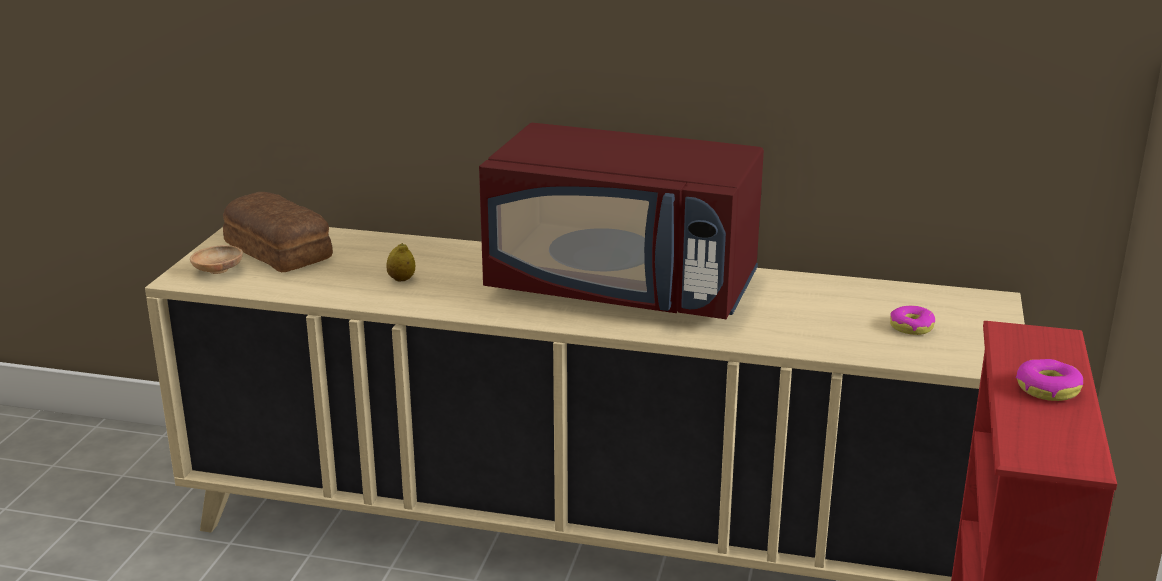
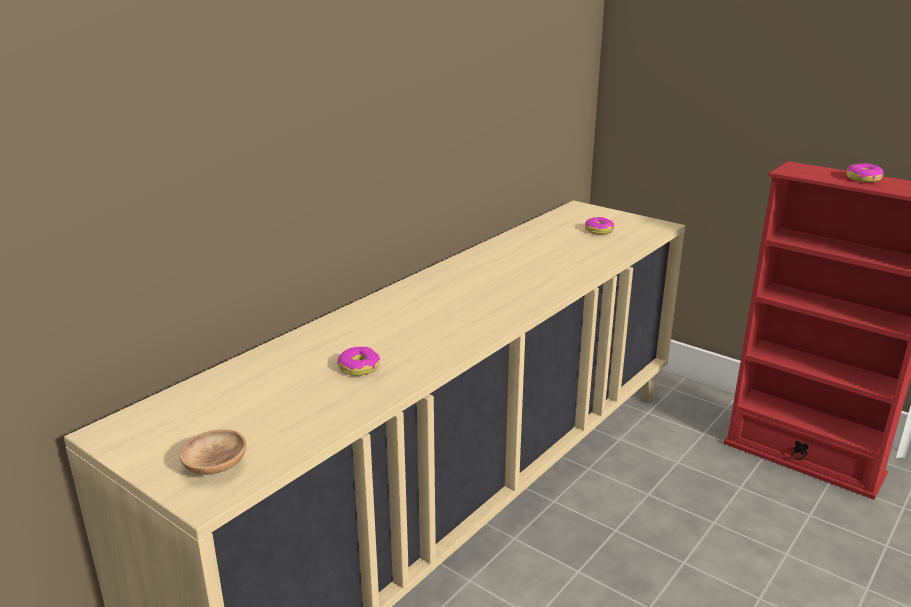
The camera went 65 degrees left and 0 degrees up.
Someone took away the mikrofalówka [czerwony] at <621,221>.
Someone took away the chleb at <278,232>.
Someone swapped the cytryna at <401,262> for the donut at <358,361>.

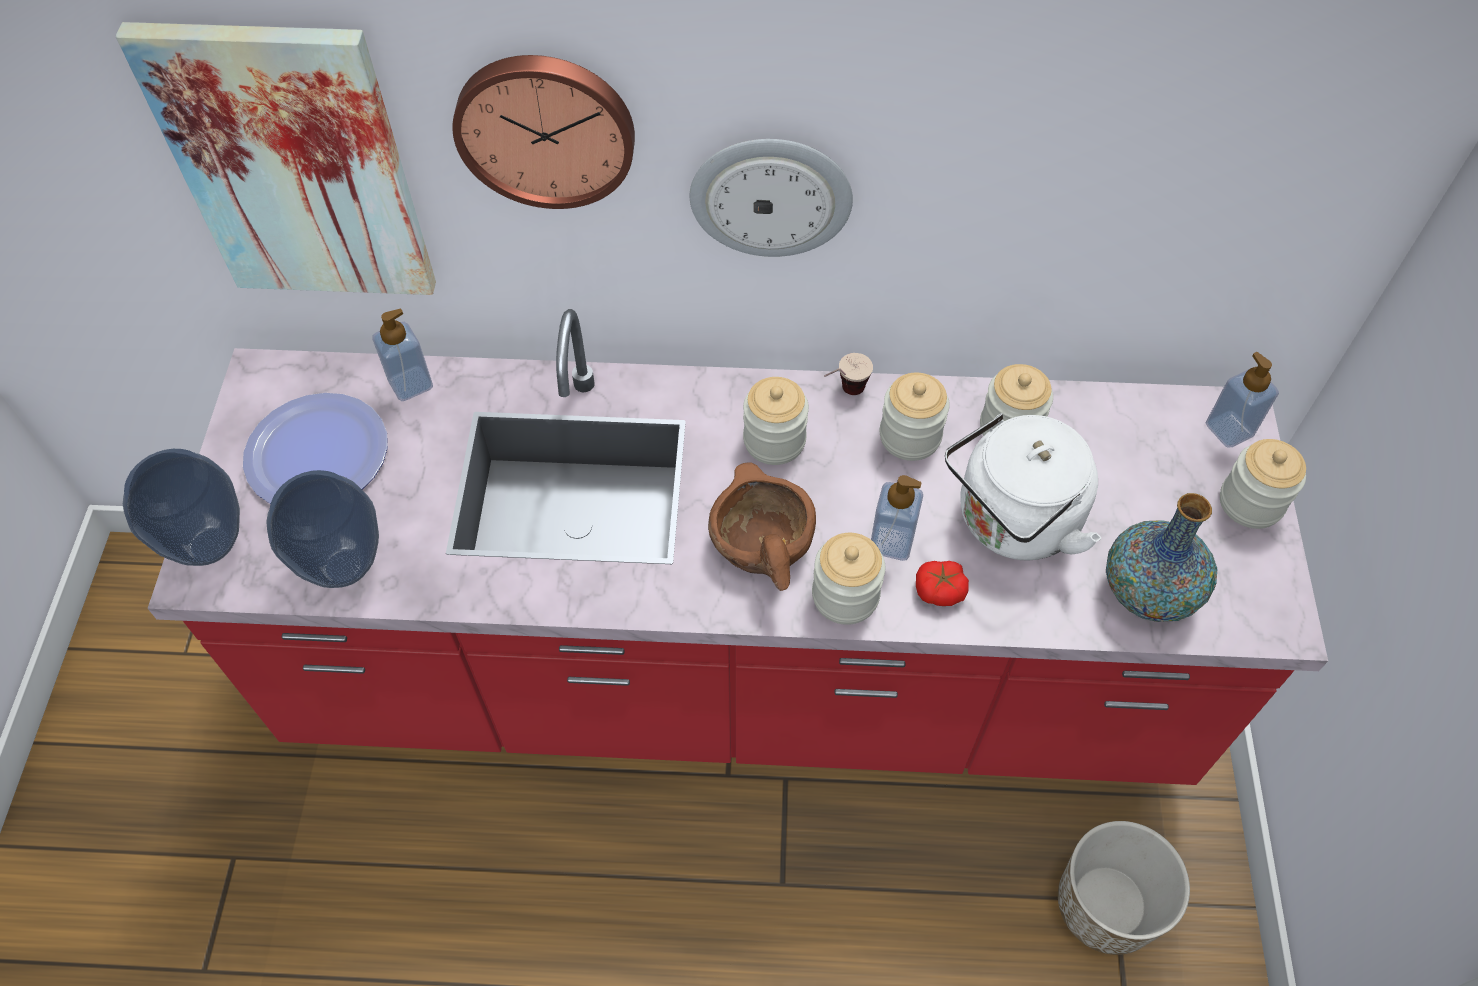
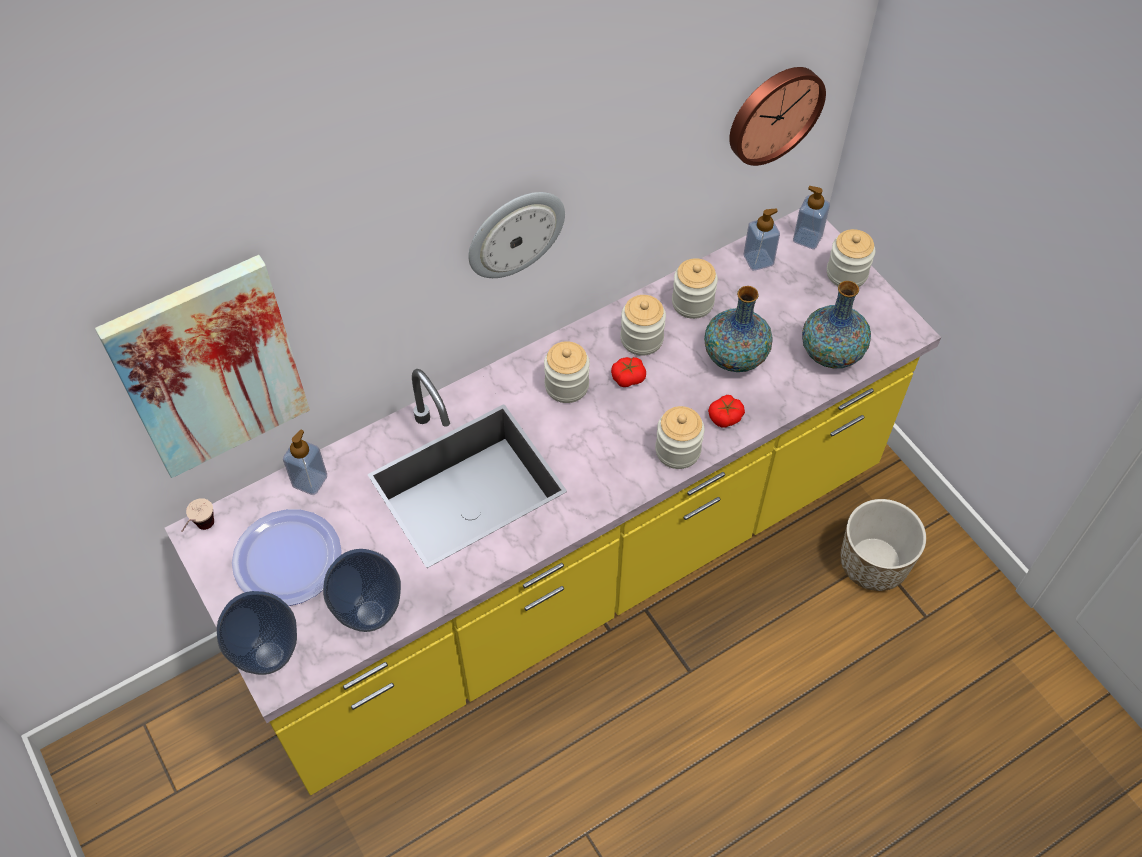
The camera went 35 degrees left and 0 degrees up.
Someone carried the zegar ścienny from <543,132> to <777,116>.
Someone repainted the zabudowa kuchenna [czerwony] at <737,547>, which became the zabudowa kuchenna [żółty] at <553,502>.
Someone carried the filiżanka from <848,374> to <197,515>.
Someone swapped the czajnik [biały] at <1023,487> for the wazon at <738,329>.
Someone took away the miska [brązowy] at <762,526>.
Someone carried the dozownik mydła from <897,518> to <762,240>.
Someone put down the pomidor at <628,372>.

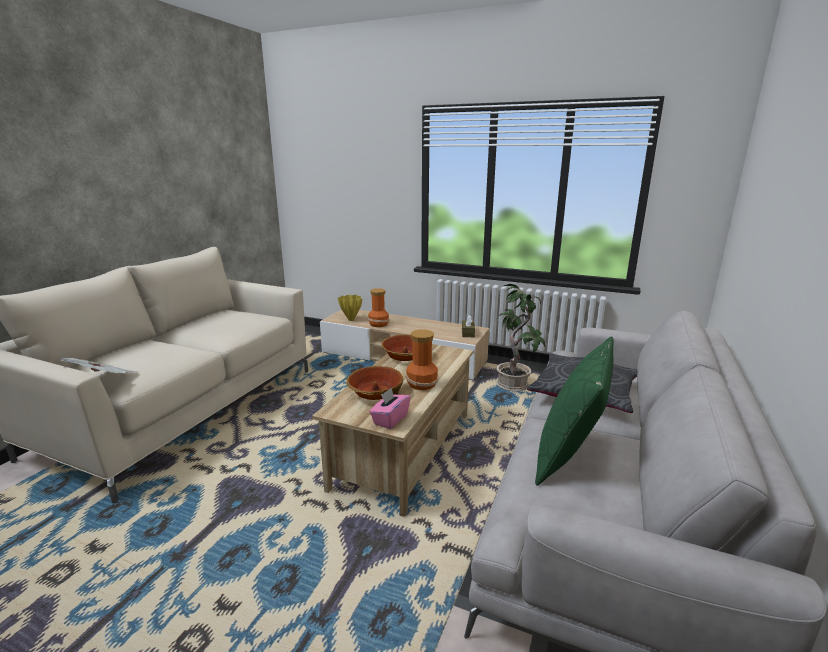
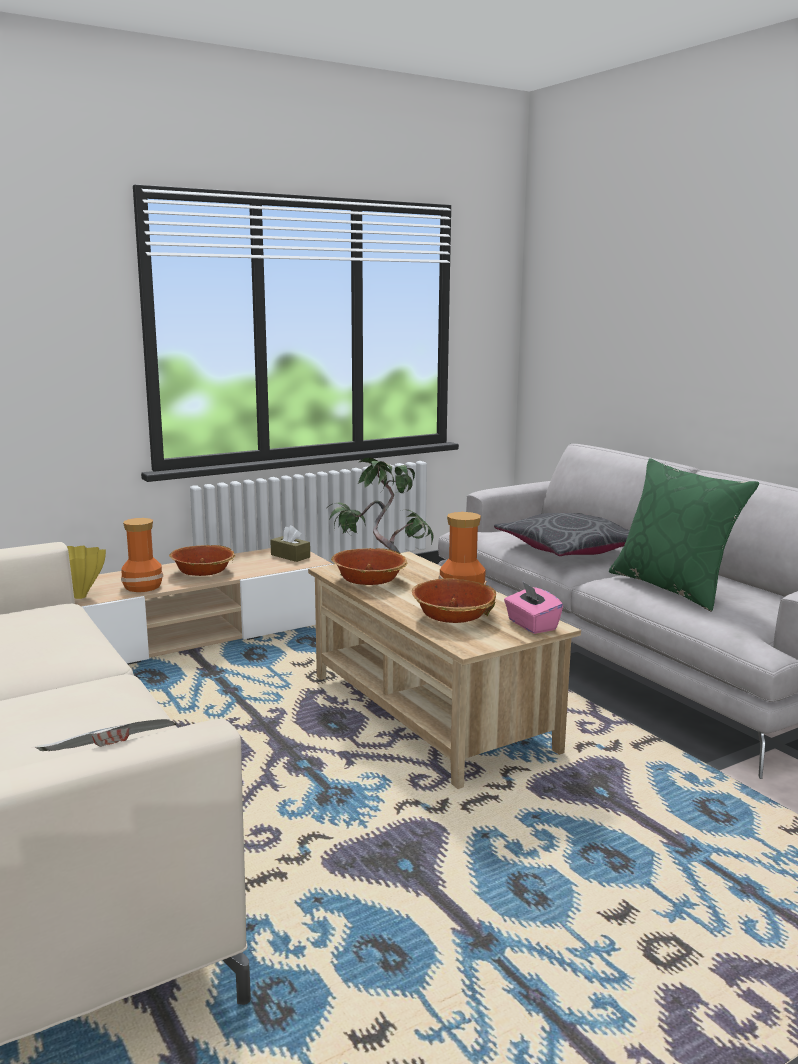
The camera went 55 degrees left and 5 degrees down.
Someone put down the miska at <202,560>.

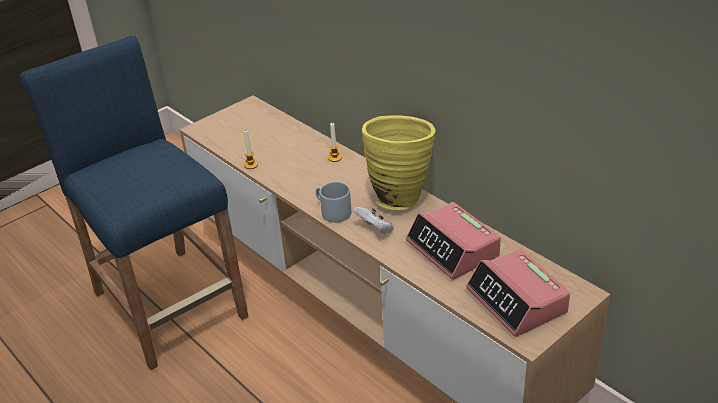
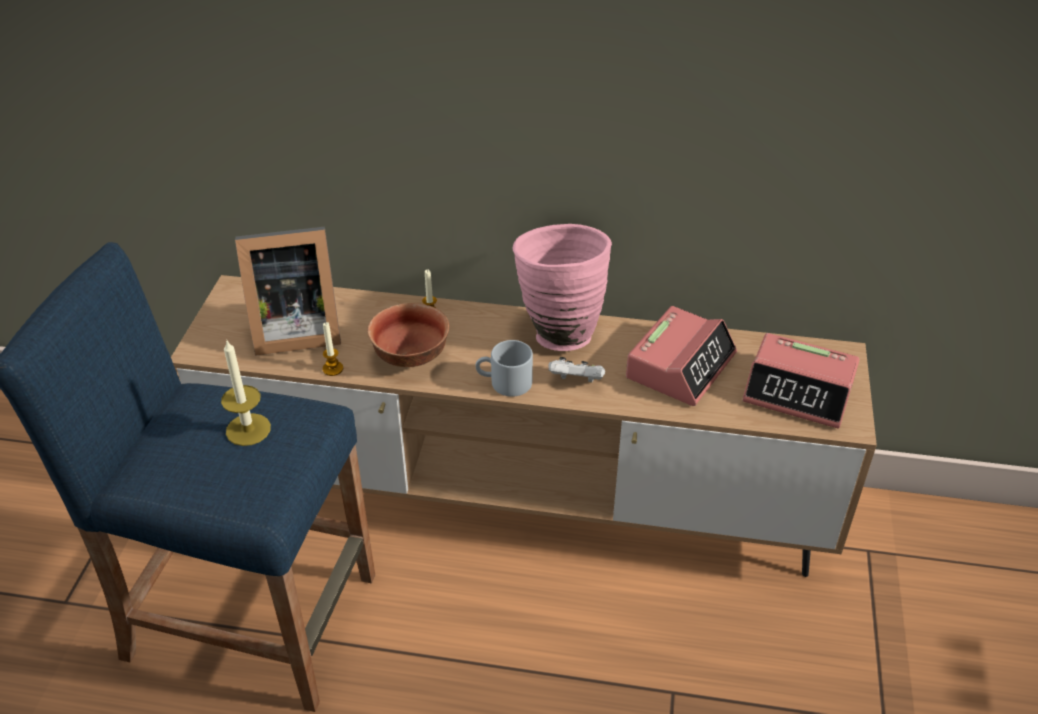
The camera went 40 degrees left and 5 degrees up.
Someone repainted the wazon [żółty] at <398,162>, which became the wazon [różowy] at <562,287>.
Someone rotated the budzik at <453,241> by 75 degrees counterclockwise.
Someone put down the ramka na zdjęcie at <288,291>.
Someone put down the miska at <408,335>.
Someone put down the świeca at <246,392>.

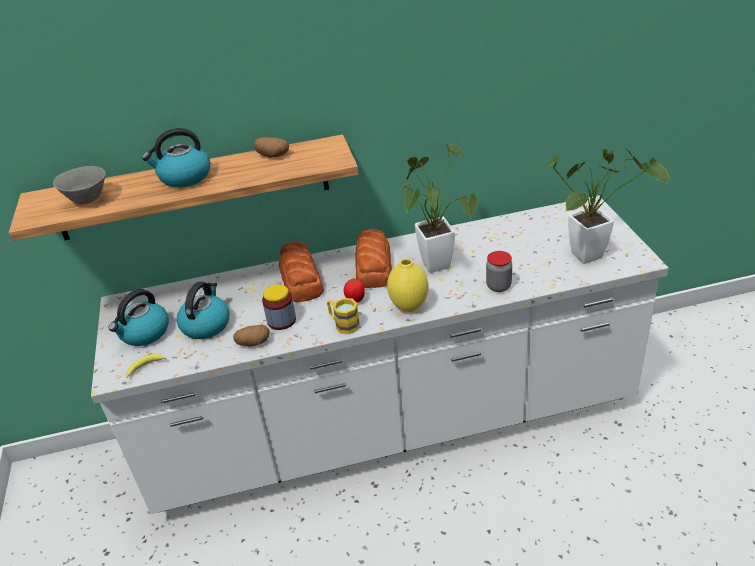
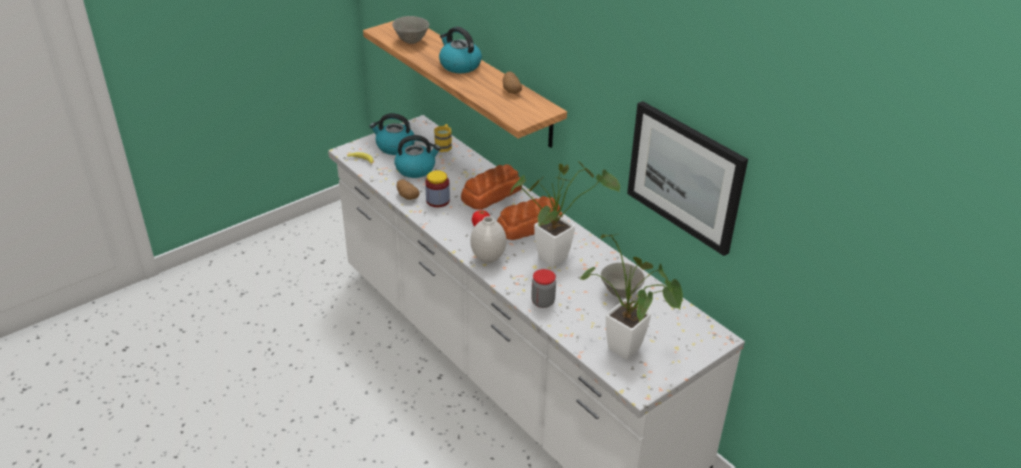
The camera went 60 degrees right and 0 degrees up.
Someone repainted the wazon [żółty] at <408,285>, which became the wazon [biały] at <488,239>.
Someone carried the kubek [żółty] from <343,316> to <443,138>.
Someone put up the obraz at <687,178>.
Someone put down the miska [szary] at <623,280>.

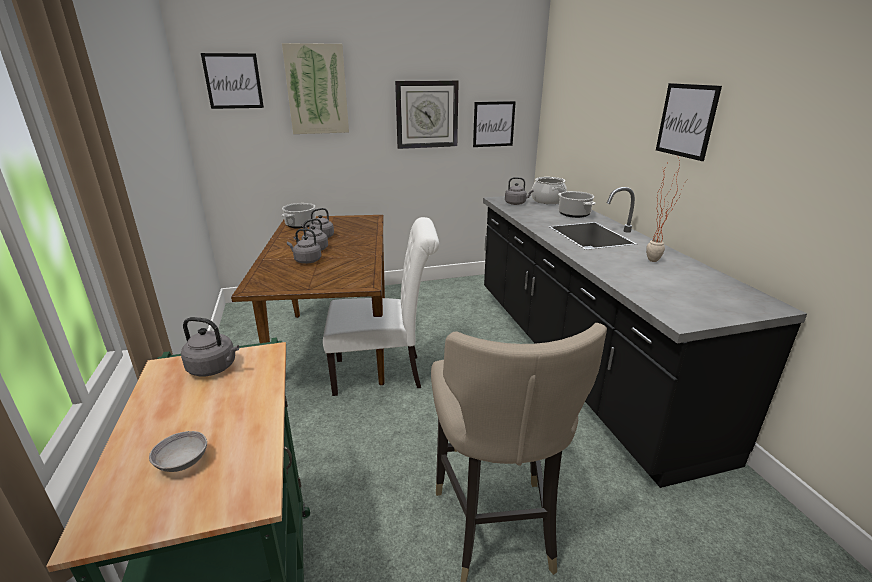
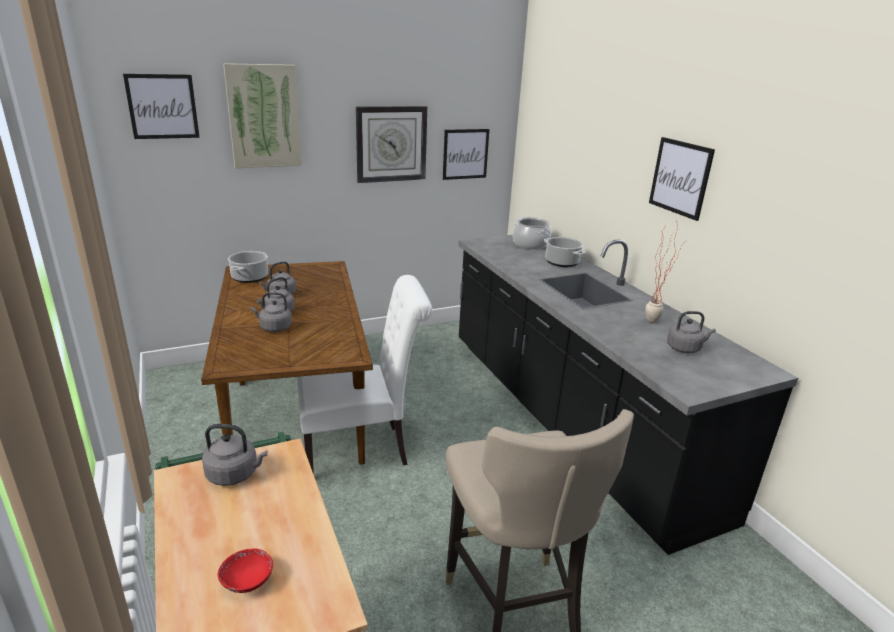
The camera went 10 degrees left and 0 degrees up.
Someone carried the czajnik [szary] from <519,191> to <691,332>.
Someone repainted the miska [szary] at <178,451>, which became the miska [czerwony] at <245,571>.

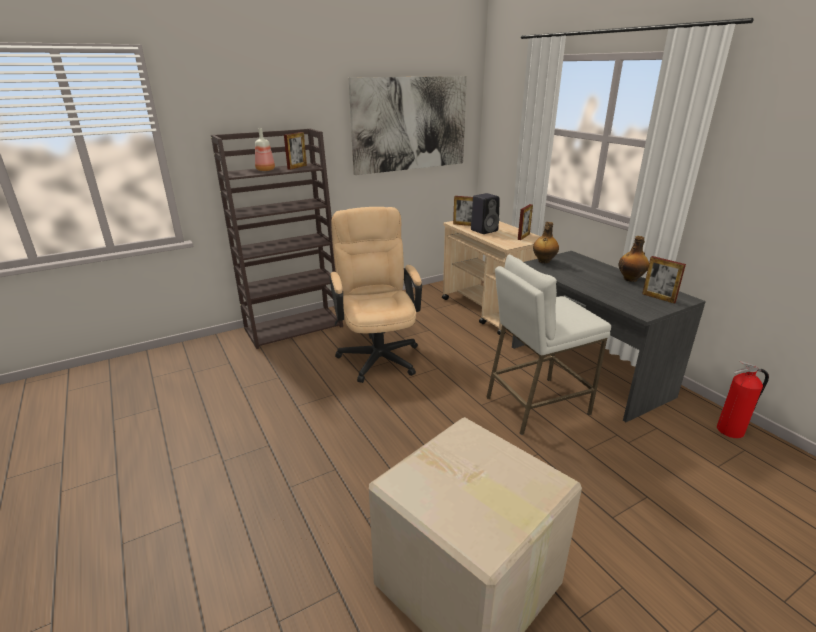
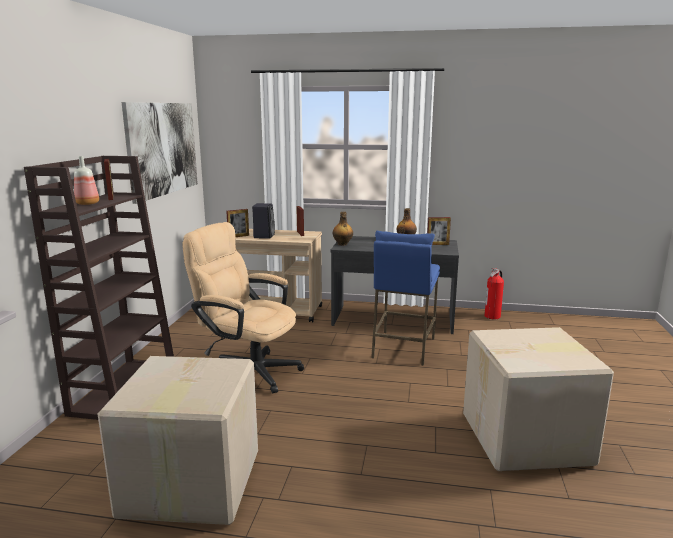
The camera went 50 degrees left and 10 degrees down.
Someone repainted the stołek [biały] at <548,345>, which became the stołek [niebieski] at <405,298>.
Someone put down the karton at <178,440>.

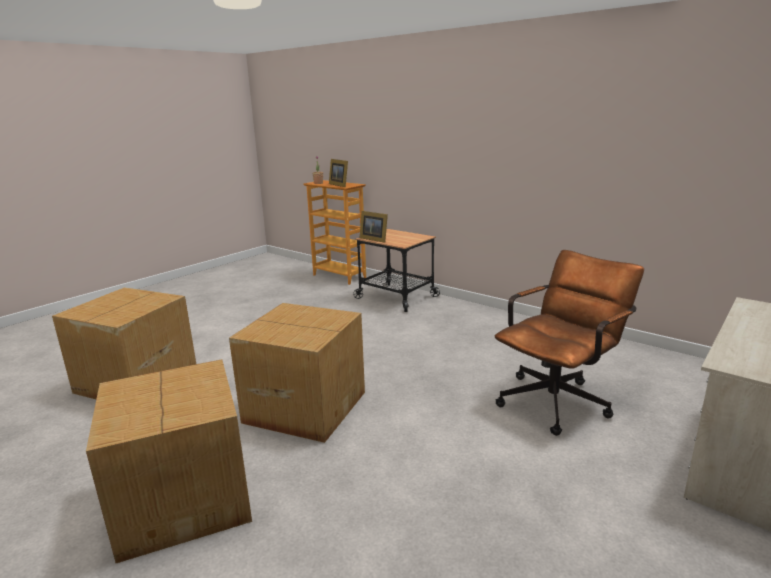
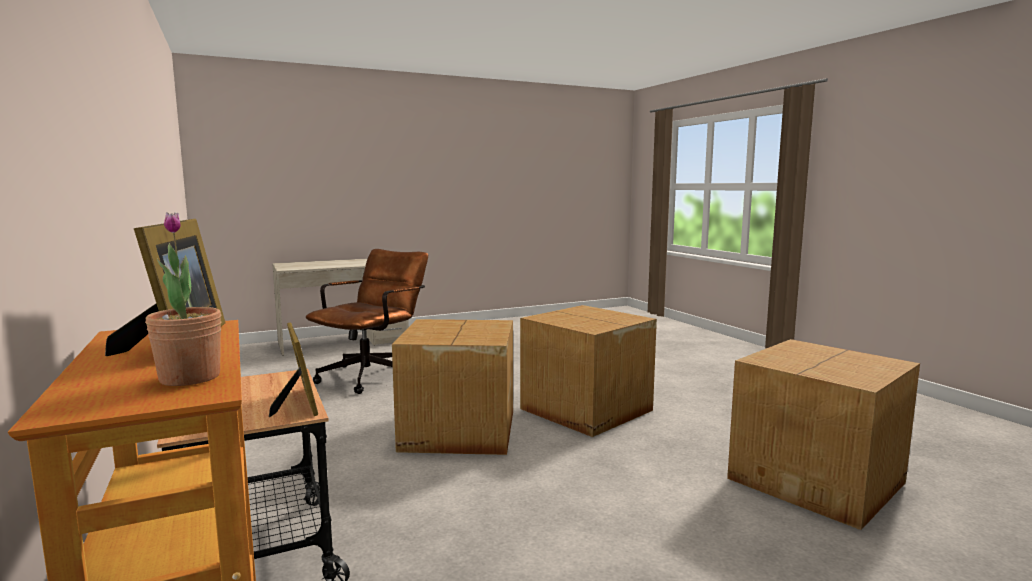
The camera went 155 degrees left and 10 degrees down.
Someone rotated the krzesło biurowe [brązowy] at <569,343> by 135 degrees clockwise.
Someone carried the karton from <169,461> to <452,387>.

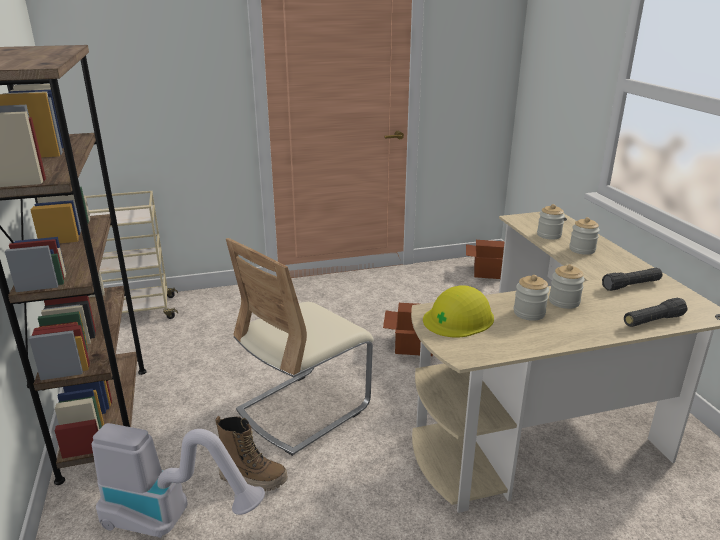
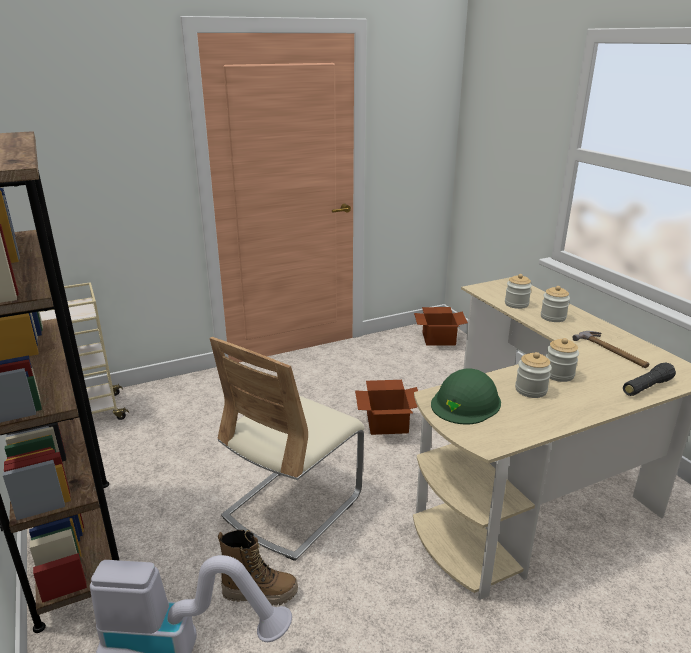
The camera went 10 degrees left and 0 degrees up.
Someone swapped the latarka [czarny] at <632,279> for the młotek at <610,349>.
Someone repainted the kask [żółty] at <458,311>, which became the kask [zielony] at <466,397>.

